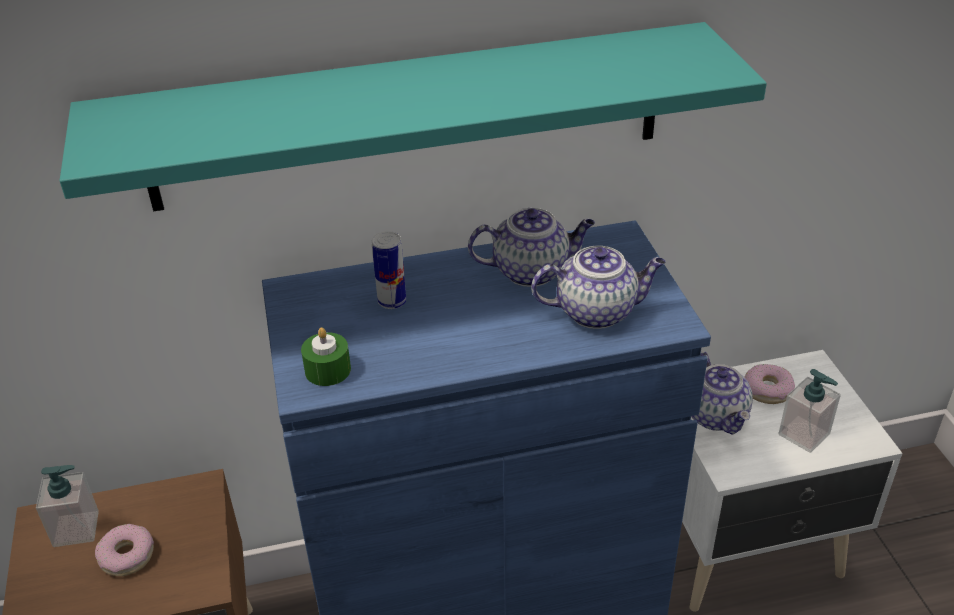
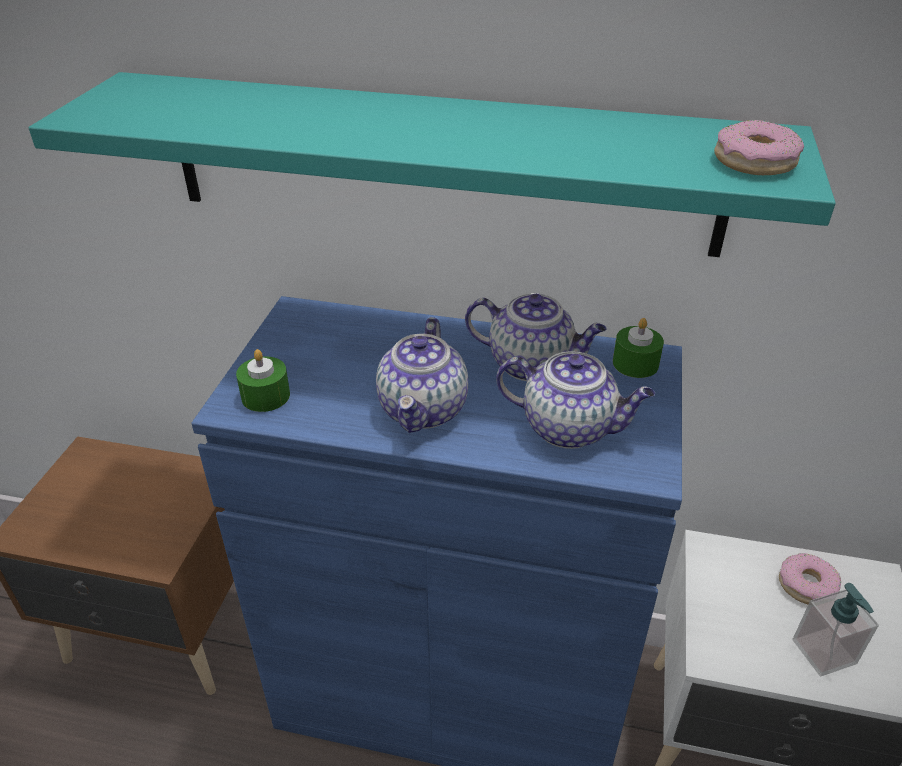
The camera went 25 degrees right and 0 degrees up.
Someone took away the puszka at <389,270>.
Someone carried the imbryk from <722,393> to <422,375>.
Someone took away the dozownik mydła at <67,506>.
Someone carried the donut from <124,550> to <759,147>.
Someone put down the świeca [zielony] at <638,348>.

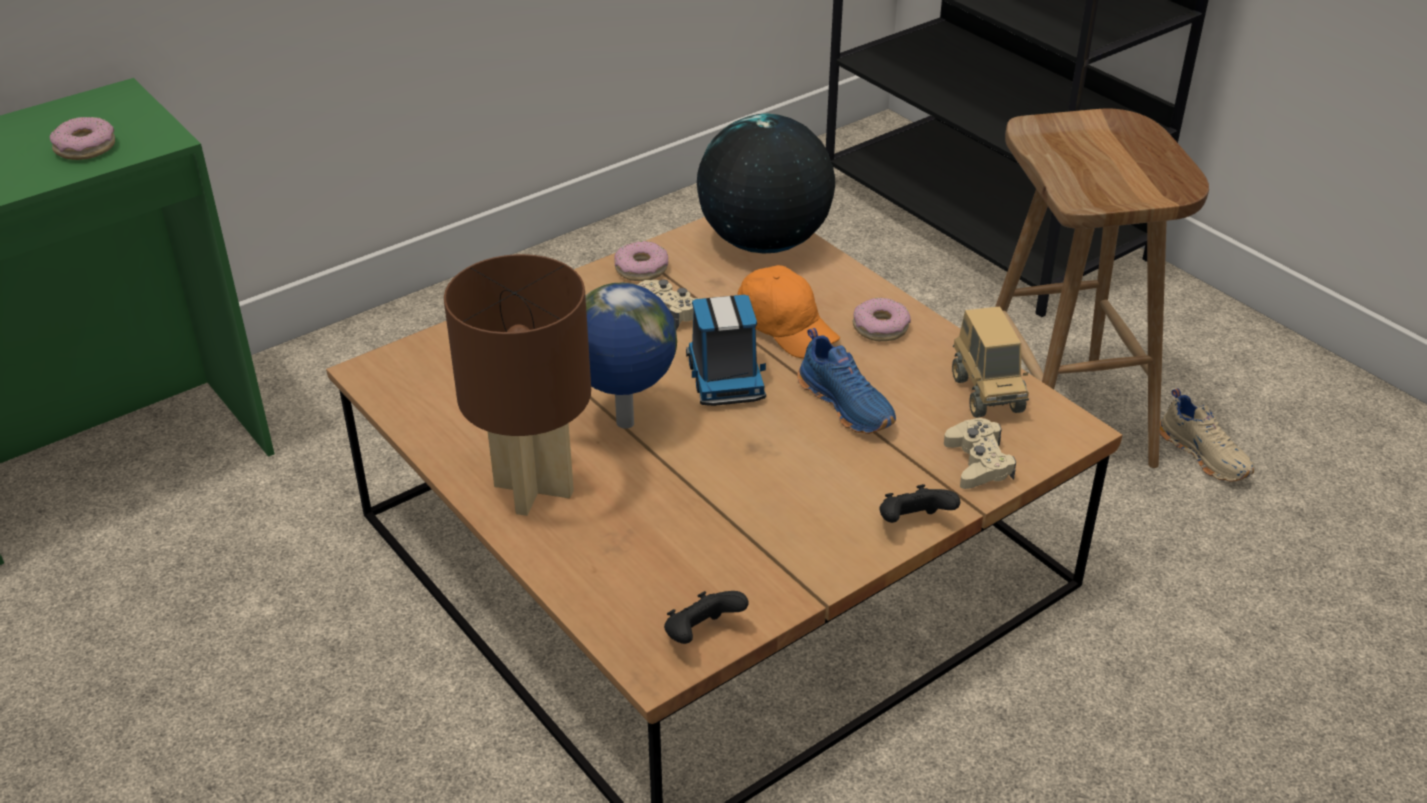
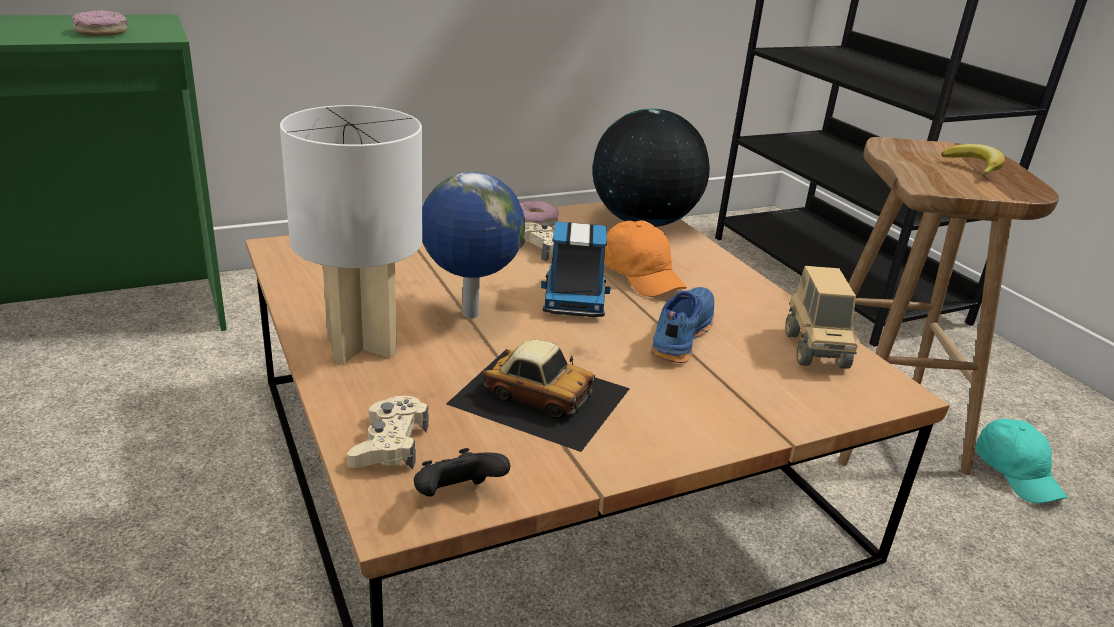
The camera went 10 degrees right and 10 degrees down.
Someone repainted the lampa stołowa [brązowy] at <517,385>, which became the lampa stołowa [biały] at <351,234>.
Someone took away the donut at <881,319>.
Someone rotated the but [niebieski] at <846,381> by 135 degrees counterclockwise.
Someone swapped the but [beżowy] at <1207,435> for the czapka z daszkiem [turkusowy] at <1021,461>.
Someone carried the pad do gier [beżowy] from <980,453> to <388,433>.
Someone took away the pad do gier [czarny] at <919,503>.
Someone put down the banan at <973,159>.
Someone put down the samochodzik at <538,395>.

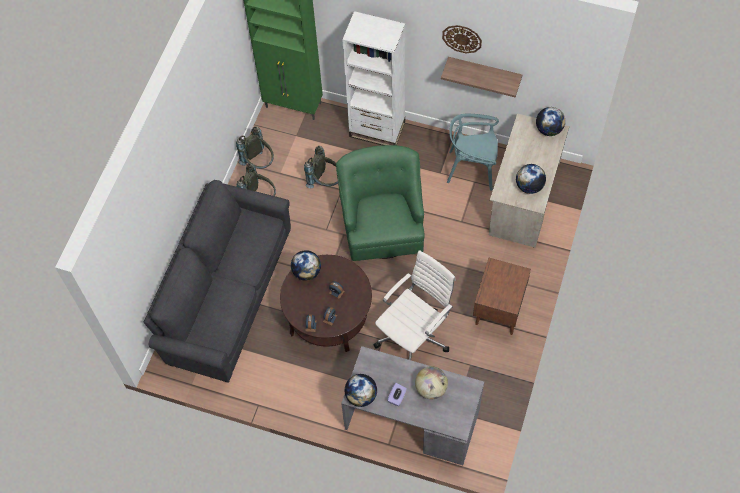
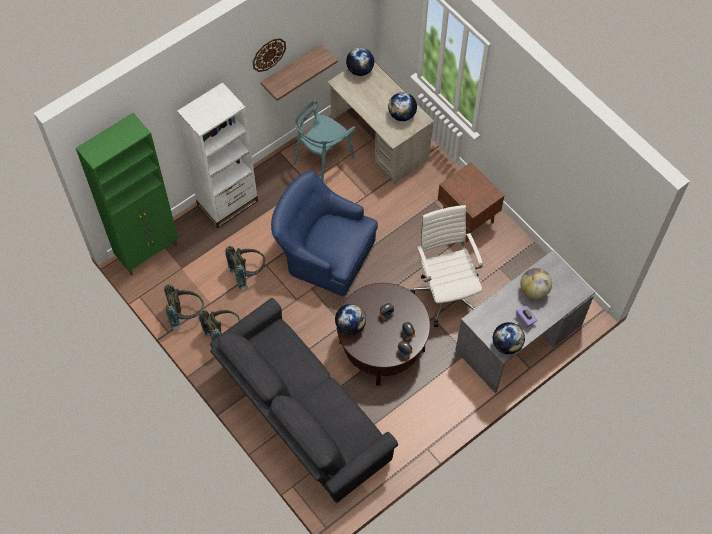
The camera went 60 degrees left and 0 degrees up.
Someone repainted the fotel [zielony] at <380,203>, which became the fotel [niebieski] at <324,233>.

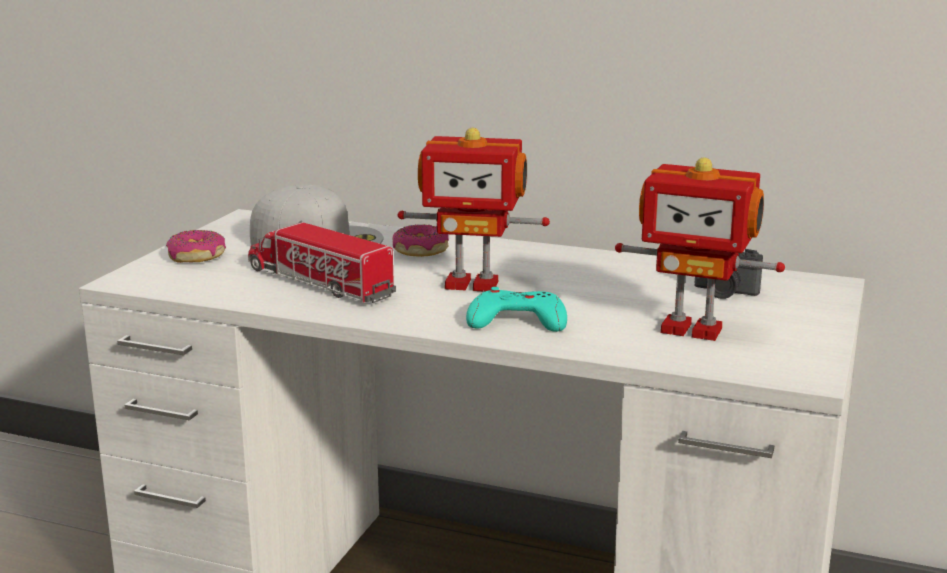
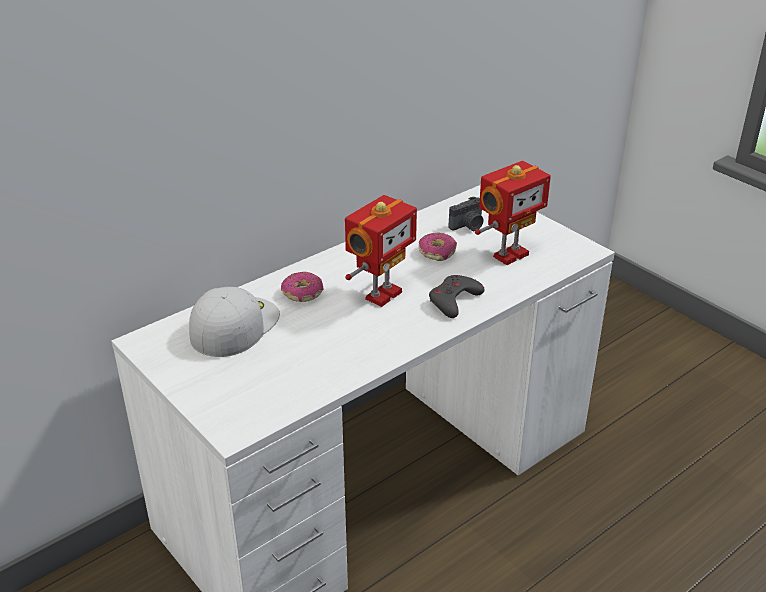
The camera went 60 degrees left and 15 degrees up.
Someone took away the ciężarówka zabawkowa at <322,261>.
Someone carried the donut from <196,246> to <438,247>.
Someone repainted the pad do gier [turkusowy] at <516,309>, which became the pad do gier [szary] at <457,296>.

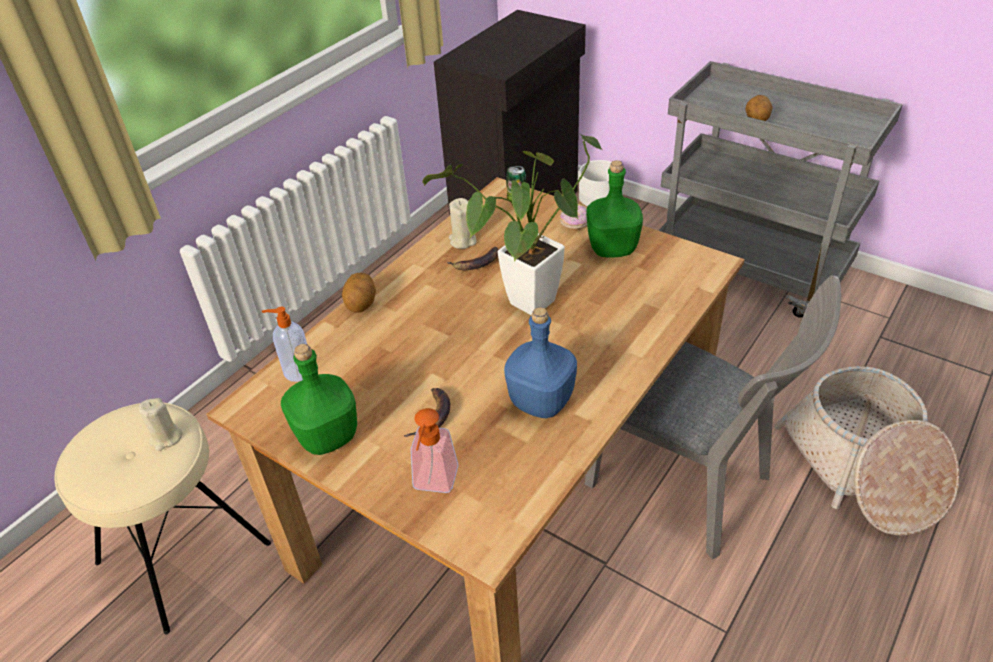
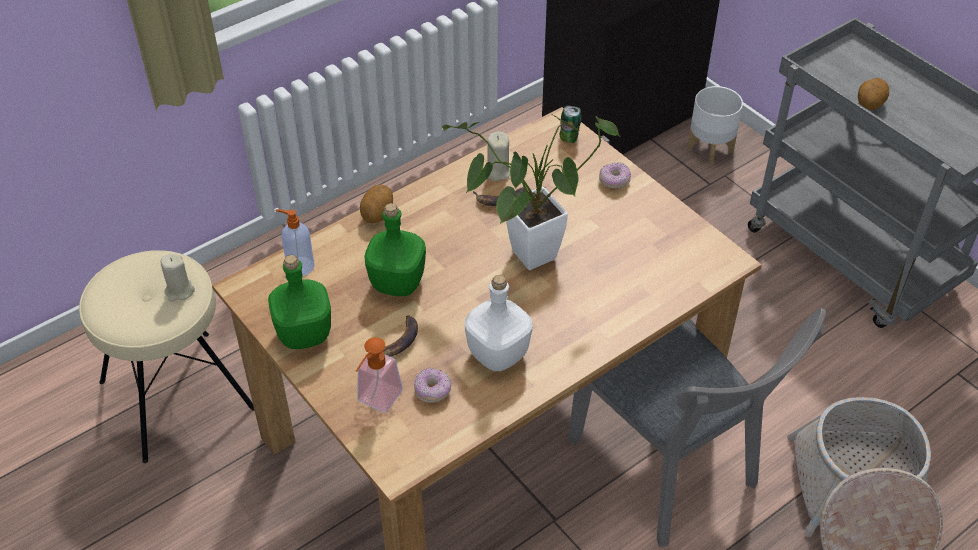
The camera went 15 degrees right and 5 degrees up.
Someone carried the butelka [zielony] from <614,209> to <395,249>.
Someone repainted the butelka [niebieski] at <540,362>, which became the butelka [biały] at <498,323>.
Someone put down the donut at <432,385>.

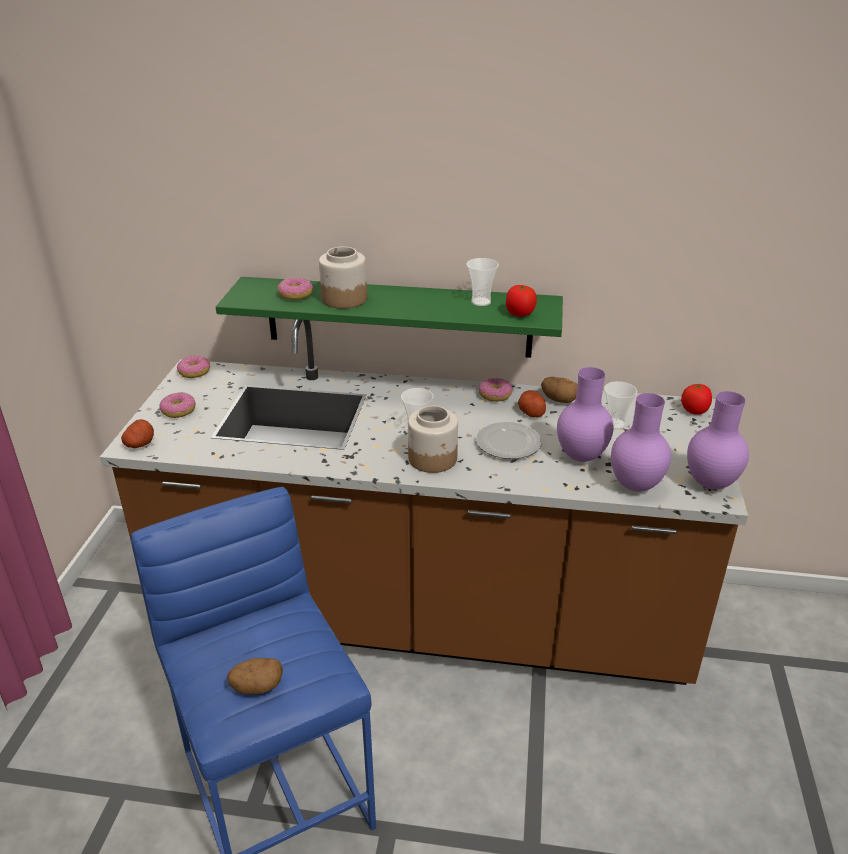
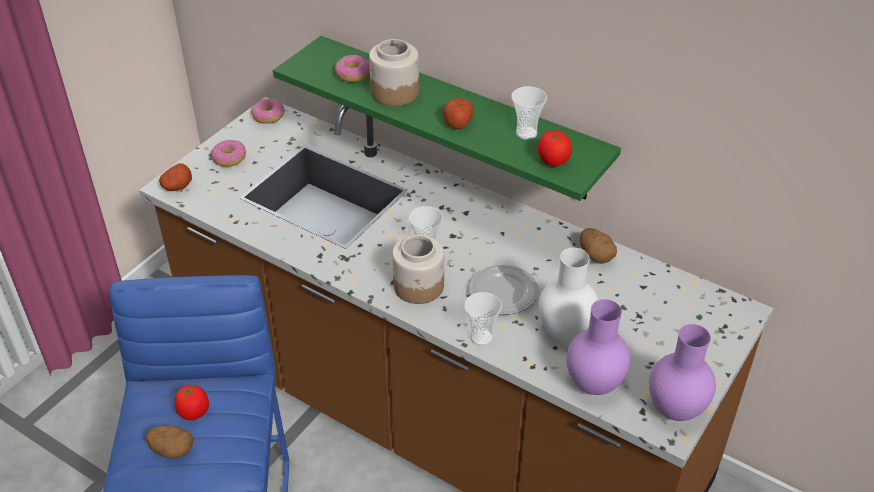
The camera went 25 degrees right and 10 degrees up.
Someone repainted the wazon [fioletowy] at <585,414>, which became the wazon [biały] at <568,294>.
Someone took away the donut at <496,390>.
Someone carried the filiżanka from <620,405> to <483,319>.
Someone carried the pomidor from <696,399> to <191,402>.
Someone carried the ziemniak from <532,403> to <458,113>.

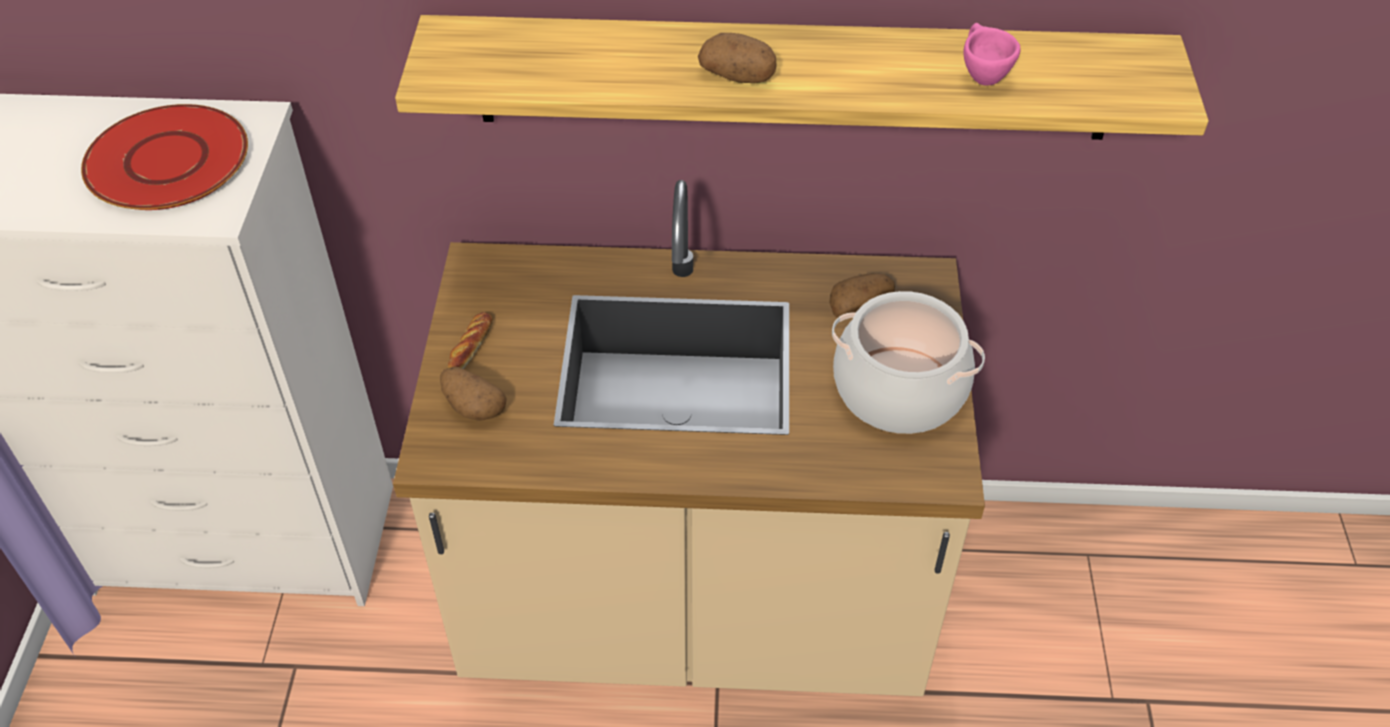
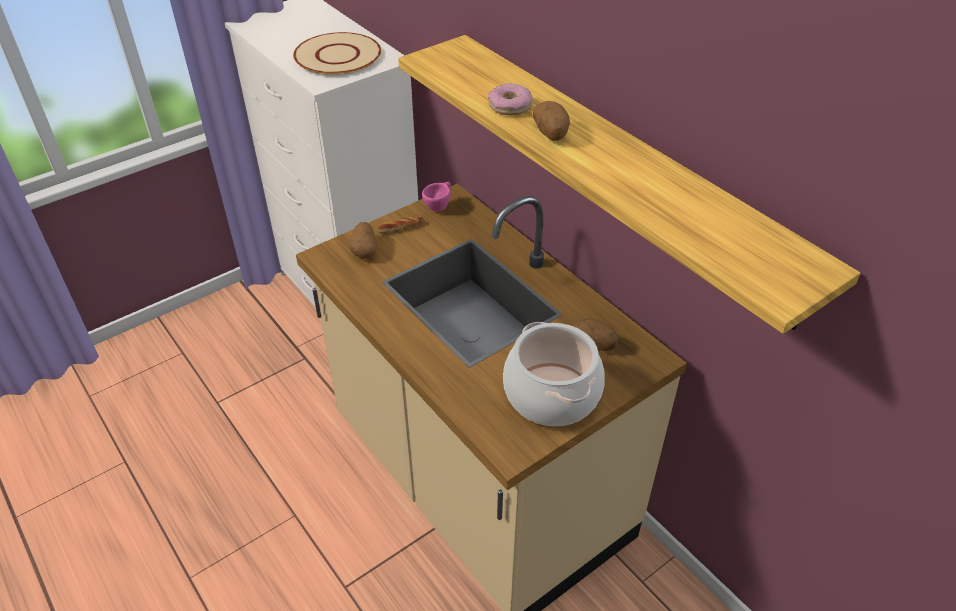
The camera went 50 degrees right and 5 degrees down.
Someone carried the filiżanka [różowy] from <992,54> to <436,197>.
Someone repainted the talerz [czerwony] at <164,157>, which became the talerz [beżowy] at <337,53>.
Someone put down the donut at <510,99>.

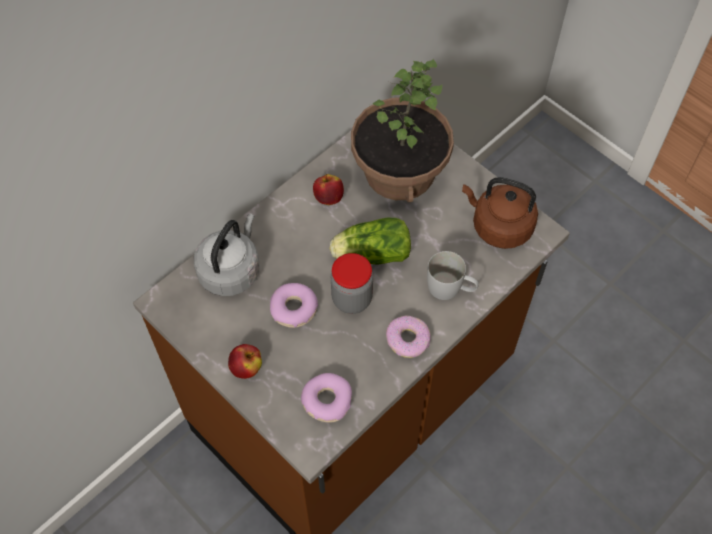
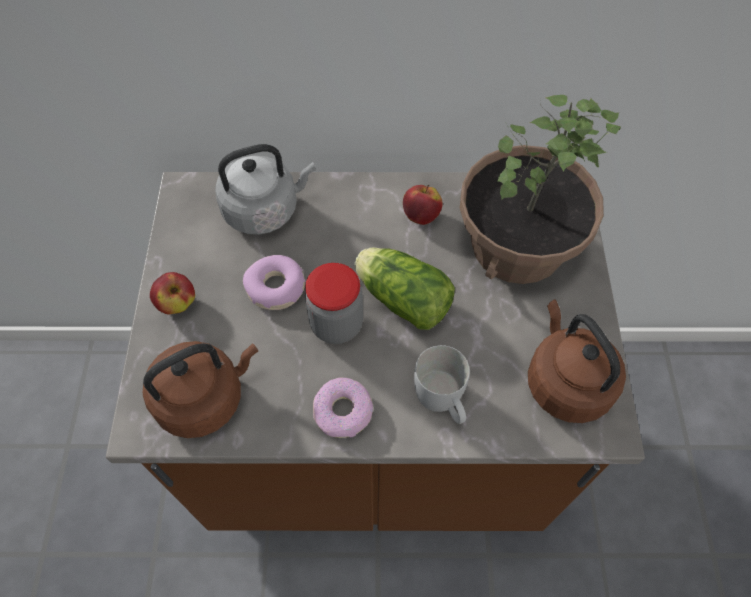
The camera went 45 degrees right and 0 degrees up.
Someone swapped the donut at <326,398> for the czajnik [brązowy] at <200,389>.

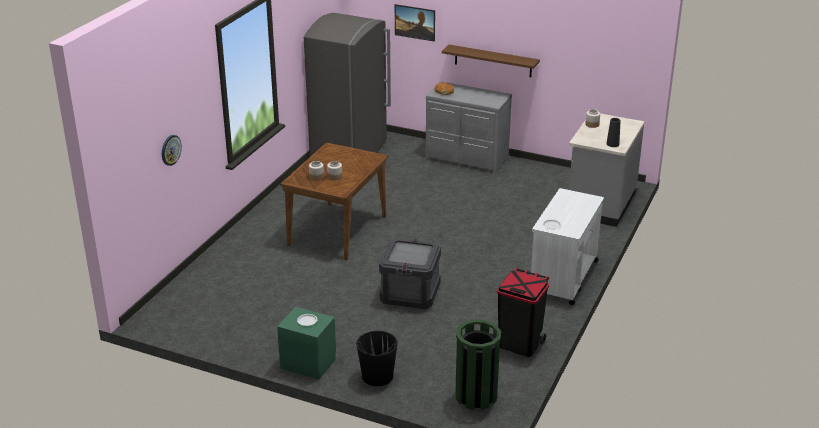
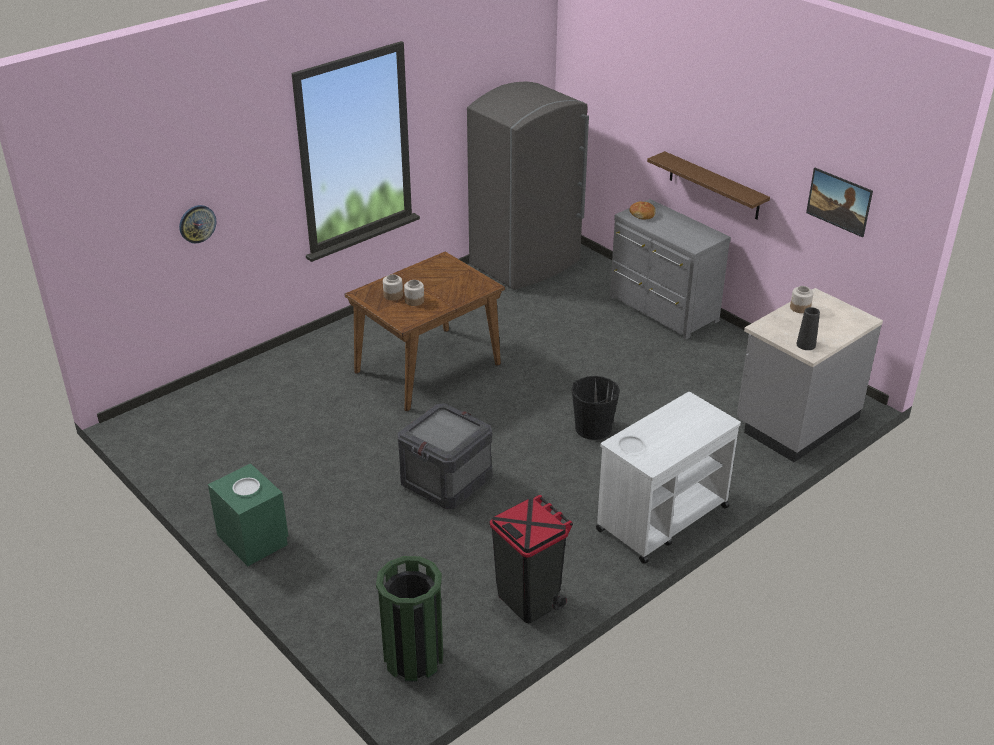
The camera went 25 degrees right and 5 degrees up.
Someone carried the obraz from <415,23> to <839,203>.
Someone carried the wiadro [czarny] from <377,358> to <596,408>.

